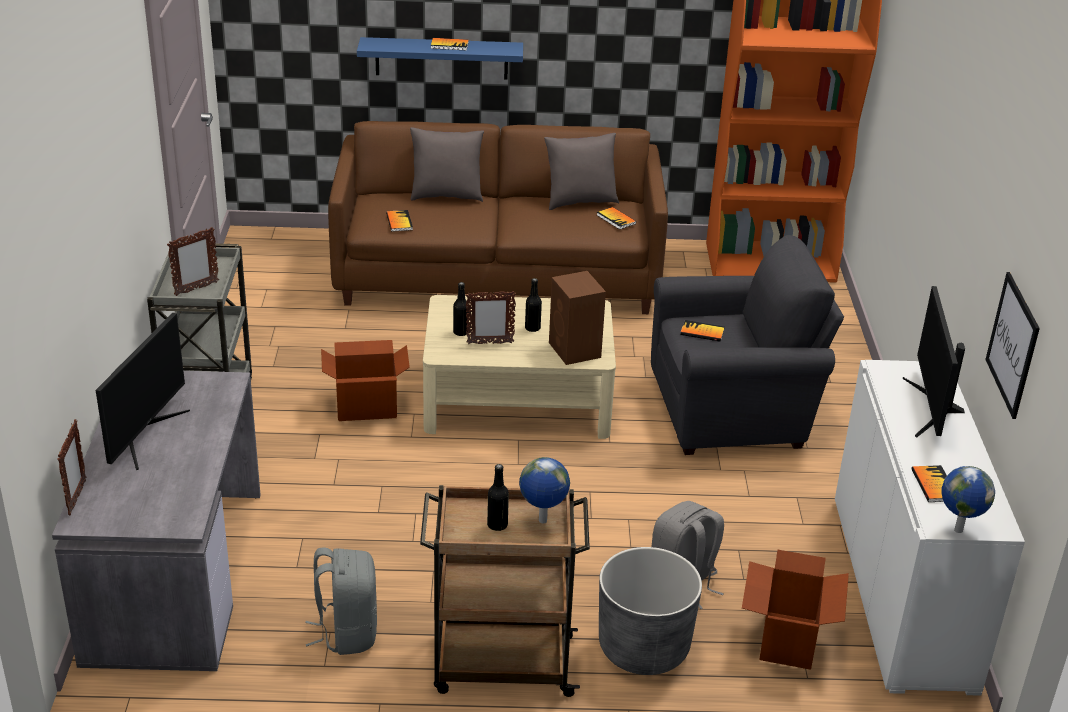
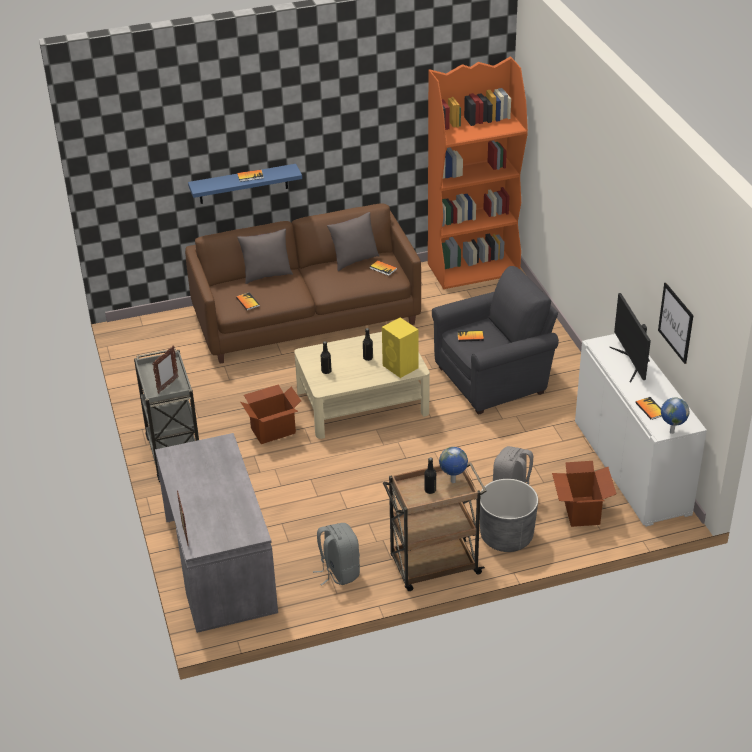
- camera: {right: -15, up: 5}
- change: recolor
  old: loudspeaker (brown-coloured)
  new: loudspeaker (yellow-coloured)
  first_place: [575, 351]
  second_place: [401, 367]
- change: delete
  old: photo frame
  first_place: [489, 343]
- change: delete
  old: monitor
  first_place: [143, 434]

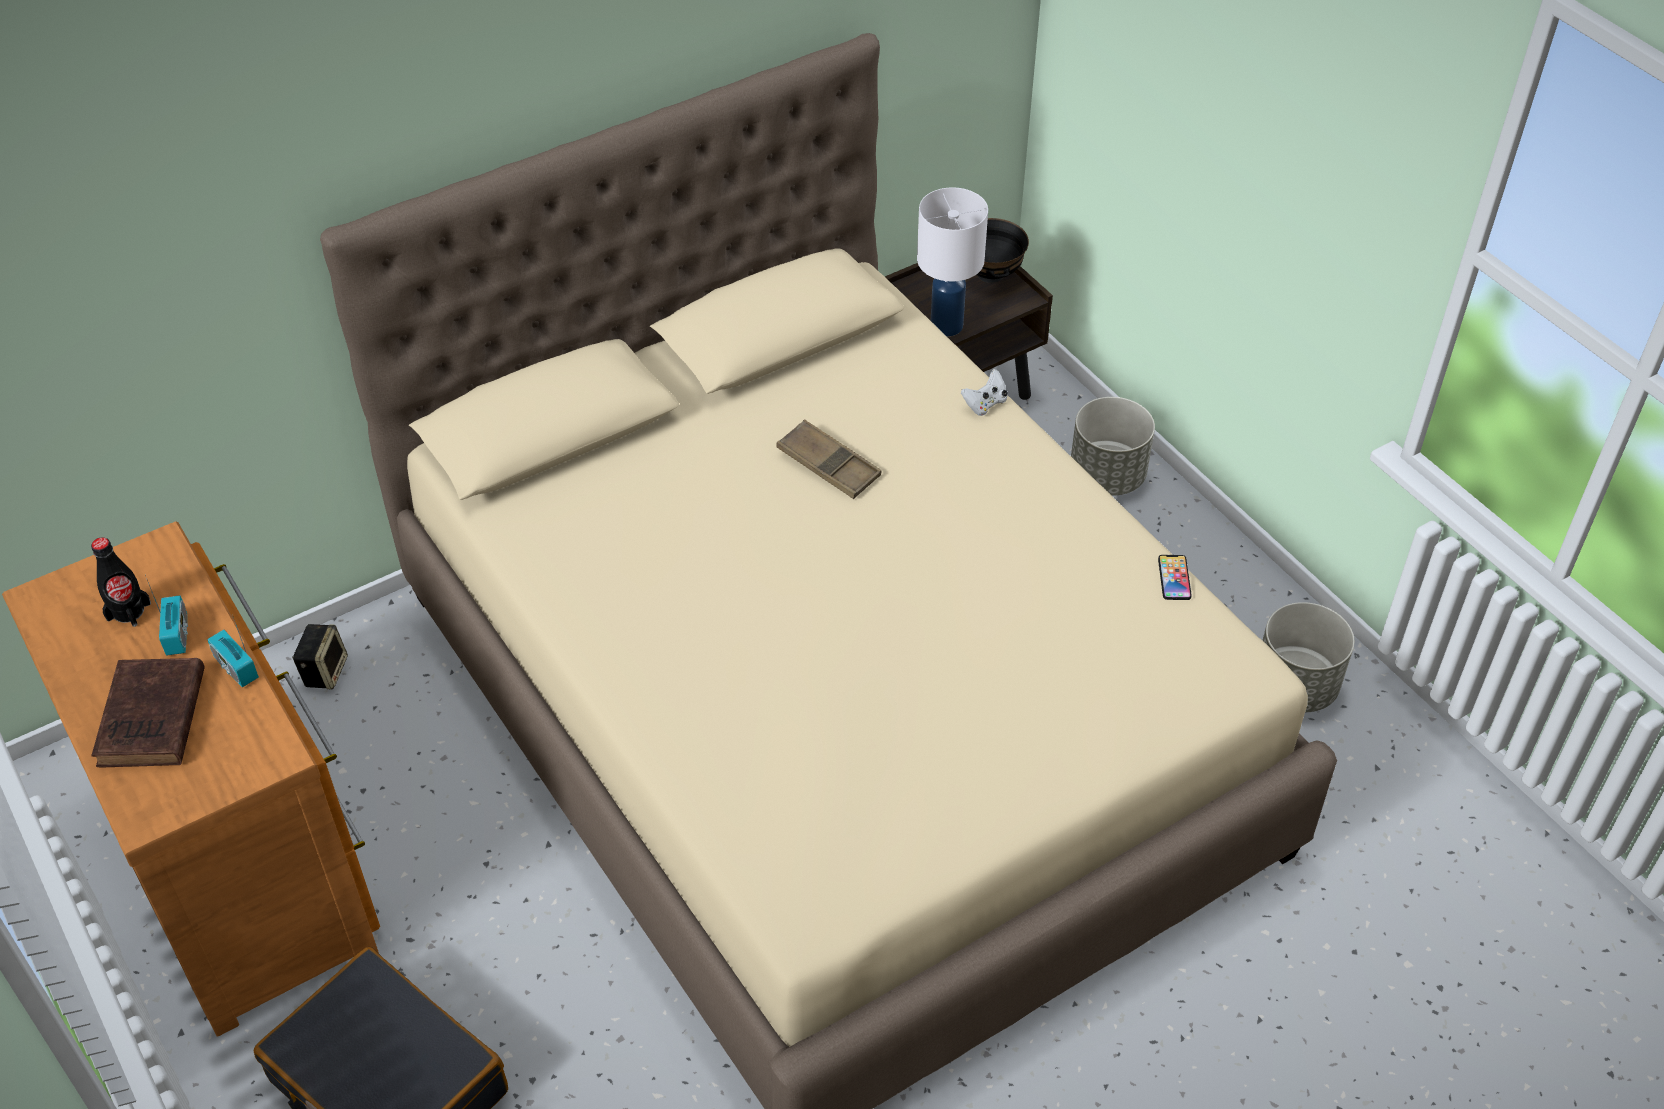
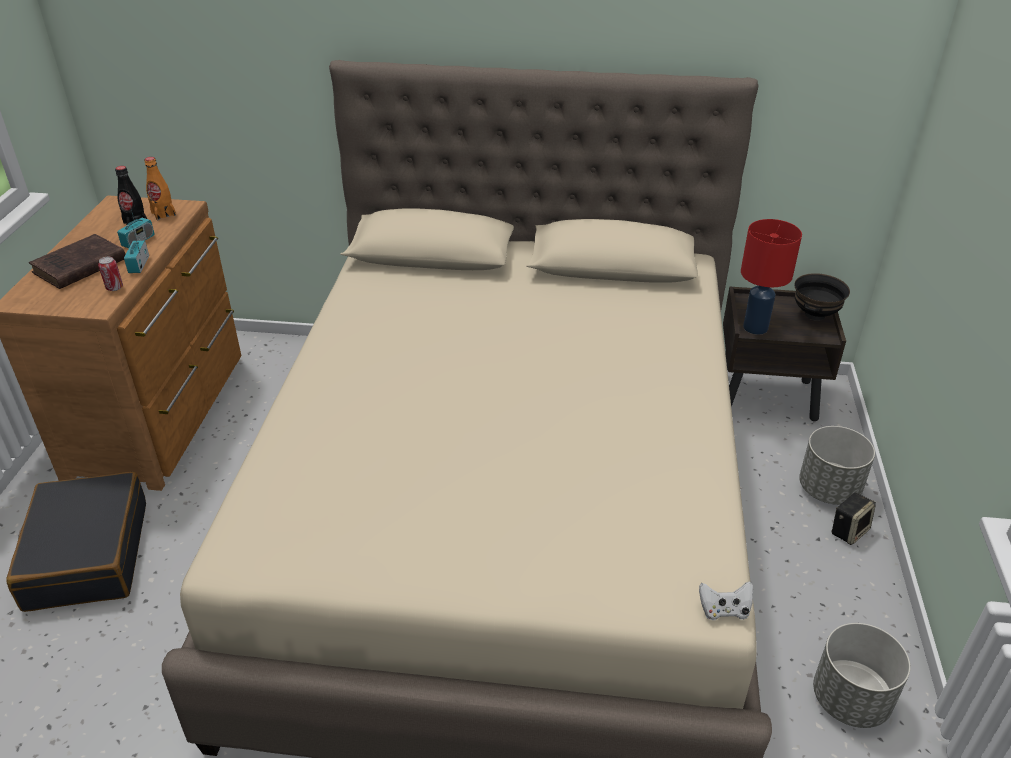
- camera: {right: 40, up: -10}
- change: recolor
  old: tabletop lamp (white)
  new: tabletop lamp (red)
  first_place: [945, 325]
  second_place: [755, 327]
- change: move
  old: gamepad (white)
  first_place: [985, 404]
  second_place: [724, 610]
- change: delete
  old: carrying tray (brown-coloured)
  first_place: [828, 465]
- change: delete
  old: handset
  first_place: [1174, 578]
- change: move
  old: loudspeaker
  first_place: [324, 671]
  second_place: [848, 530]
- change: insert
  new: beverage bottle (orangey)
  second_place: [163, 214]
- change: insert
  new: metal can
  second_place: [114, 288]

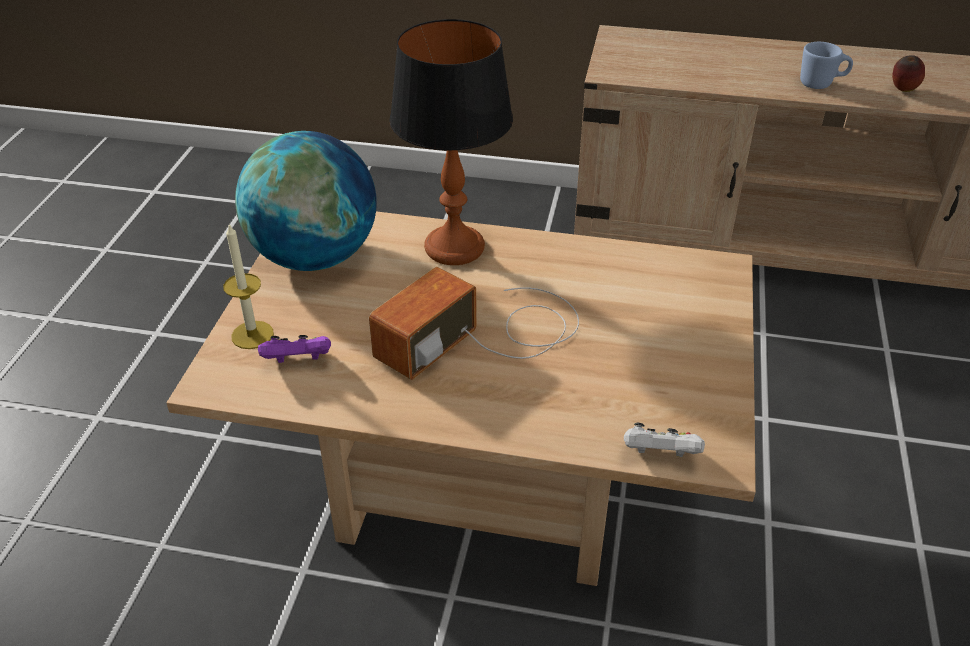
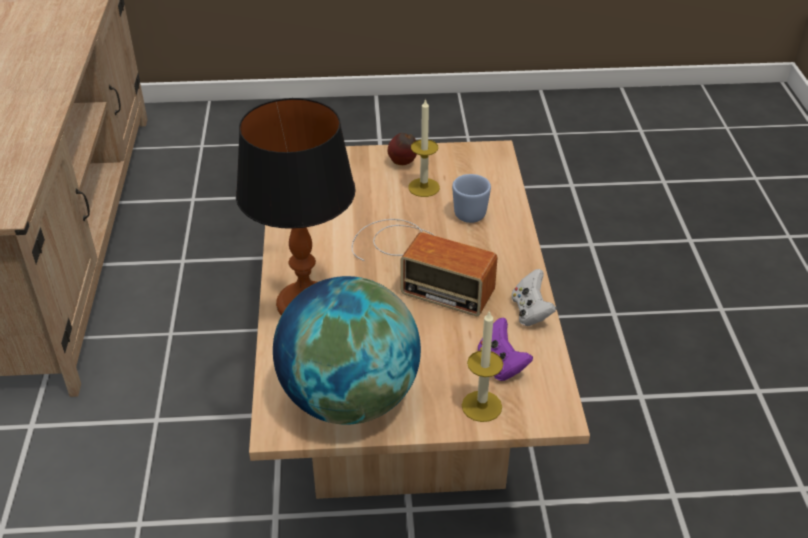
- camera: {right: -105, up: 0}
- change: move
  old: coffee mug (bluish)
  first_place: [821, 84]
  second_place: [468, 211]
- change: move
  old: apple fruit
  first_place: [902, 91]
  second_place: [403, 164]
- change: move
  old: gamepad (white)
  first_place: [660, 456]
  second_place: [530, 312]
- change: insert
  new: candle
  second_place: [424, 187]

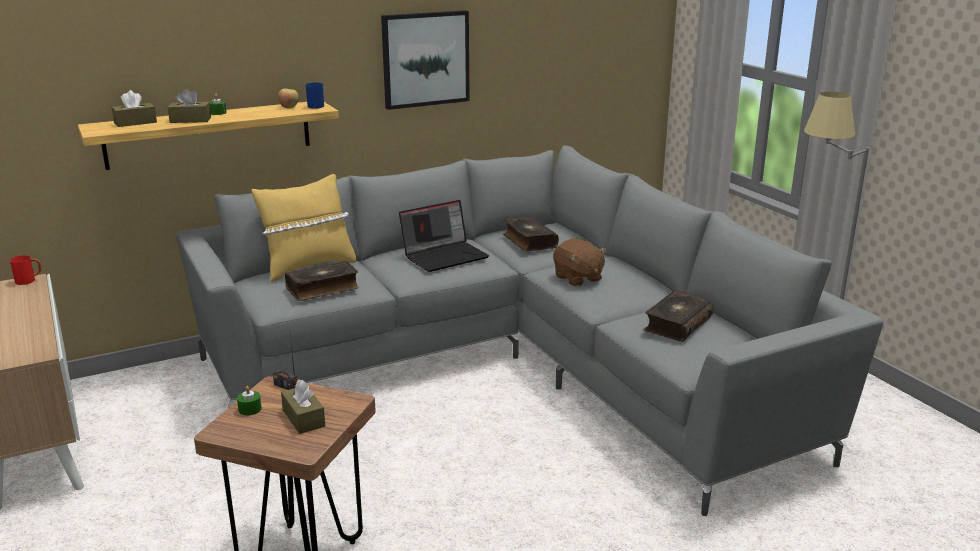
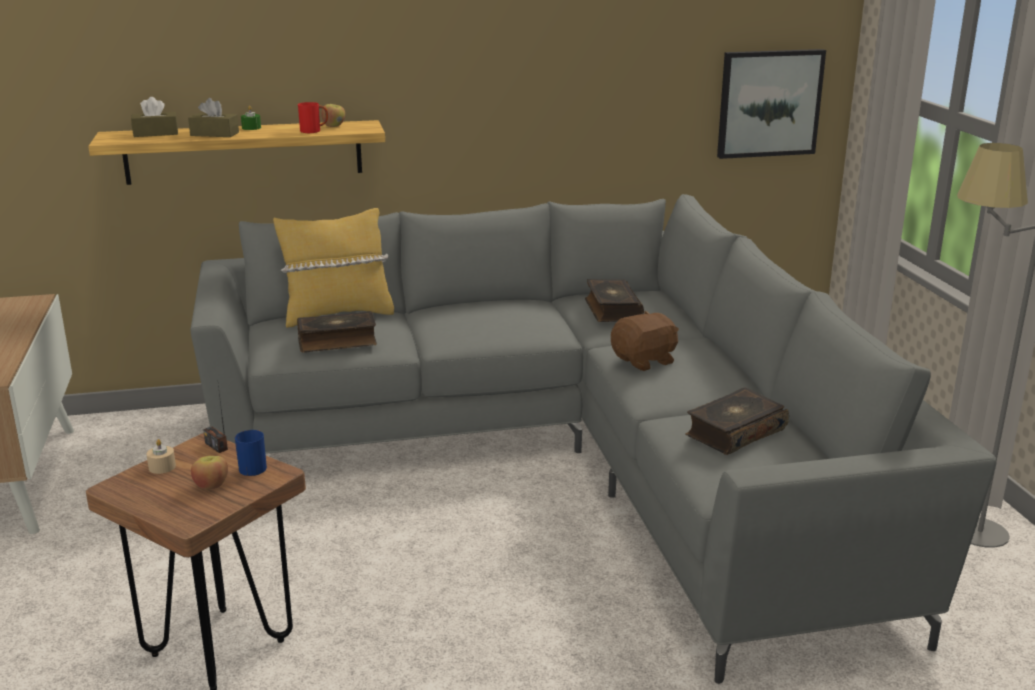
- camera: {right: 15, up: 0}
- change: move
  old: wall picture
  first_place: [425, 59]
  second_place: [769, 103]
- change: move
  old: coffee mug (bluish)
  first_place: [316, 106]
  second_place: [255, 467]
- change: delete
  old: laptop
  first_place: [445, 256]
- change: rotate
  old: plush toy (brown-coloured)
  first_place: [577, 278]
  second_place: [644, 361]
  degrees: -105
- change: move
  old: coffee mug (red)
  first_place: [29, 281]
  second_place: [314, 131]
- change: replace
  old: tissue box (brown-coloured)
  new: apple fruit
  first_place: [303, 418]
  second_place: [211, 485]
- change: recolor
  old: candle (green)
  new: candle (beige-coloured)
  first_place: [250, 409]
  second_place: [162, 467]

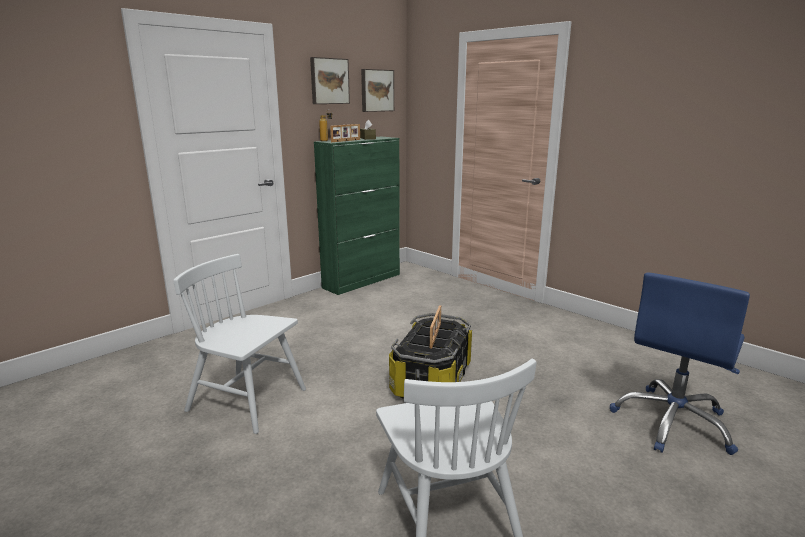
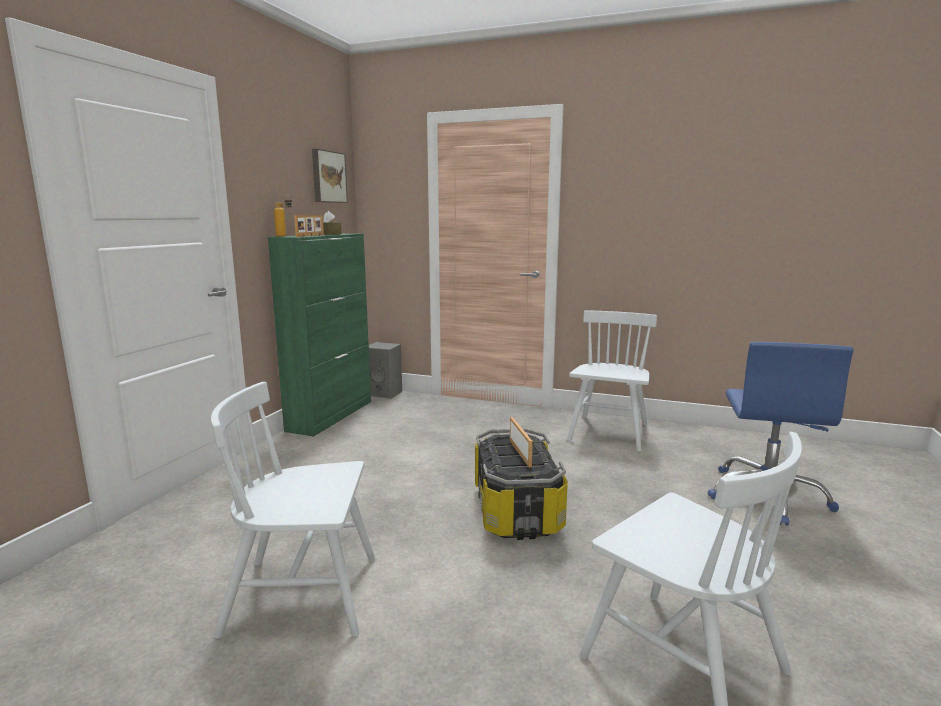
- camera: {right: -25, up: -5}
- change: delete
  old: wall picture
  first_place: [329, 81]
- change: insert
  new: upright chair (white)
  second_place: [609, 433]
- change: insert
  new: loudspeaker (greyish)
  second_place: [385, 393]

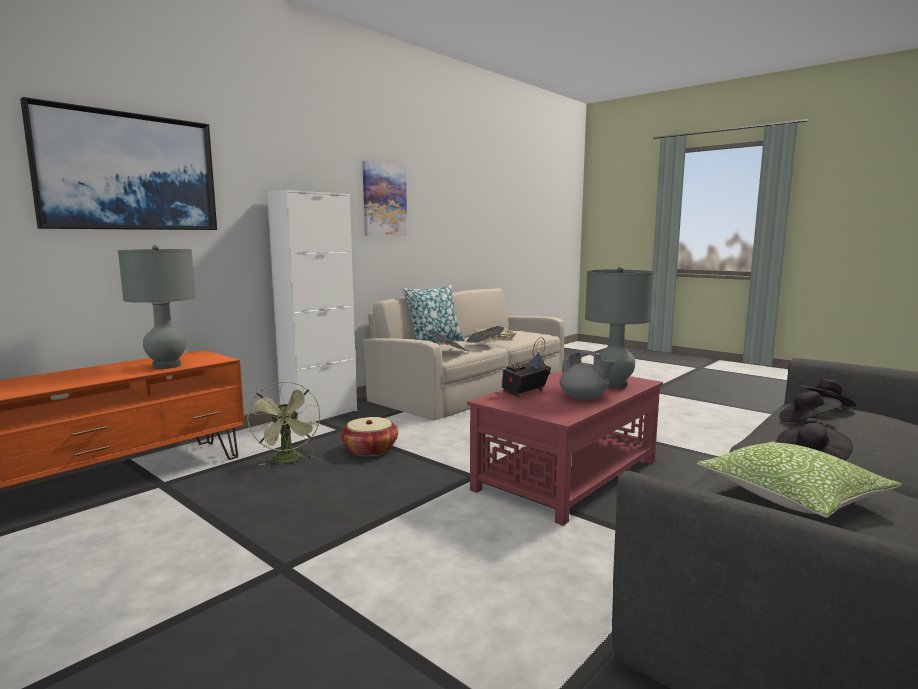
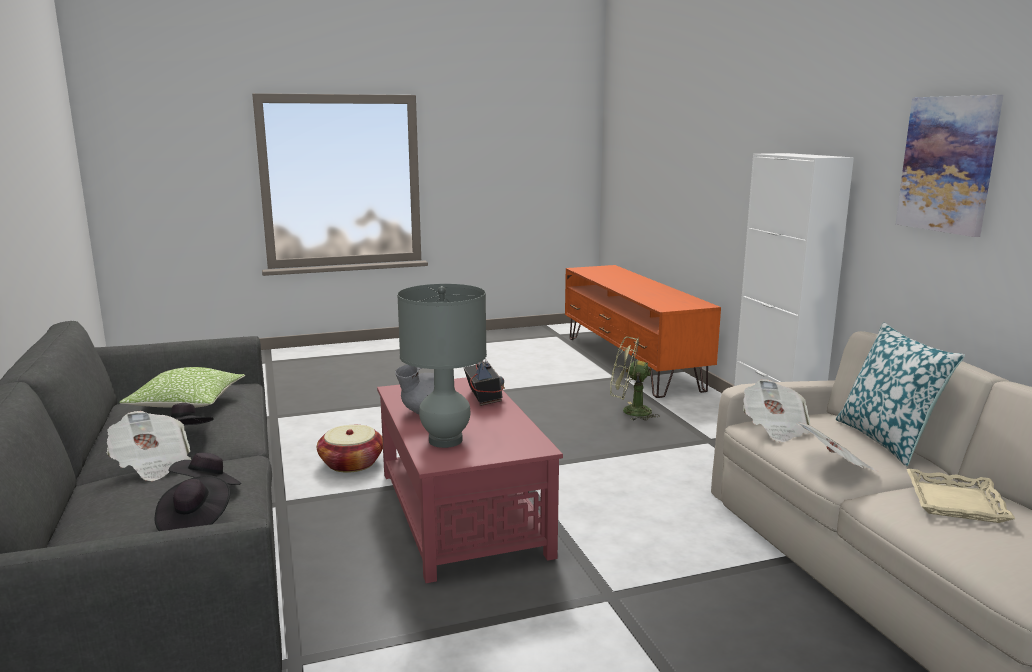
- camera: {right: 120, up: 5}
- change: delete
  old: wall picture
  first_place: [128, 172]
- change: delete
  old: tabletop lamp (greyish)
  first_place: [167, 366]
- change: move
  old: household basket
  first_place: [370, 450]
  second_place: [351, 463]
- change: insert
  new: newspaper
  second_place: [152, 465]

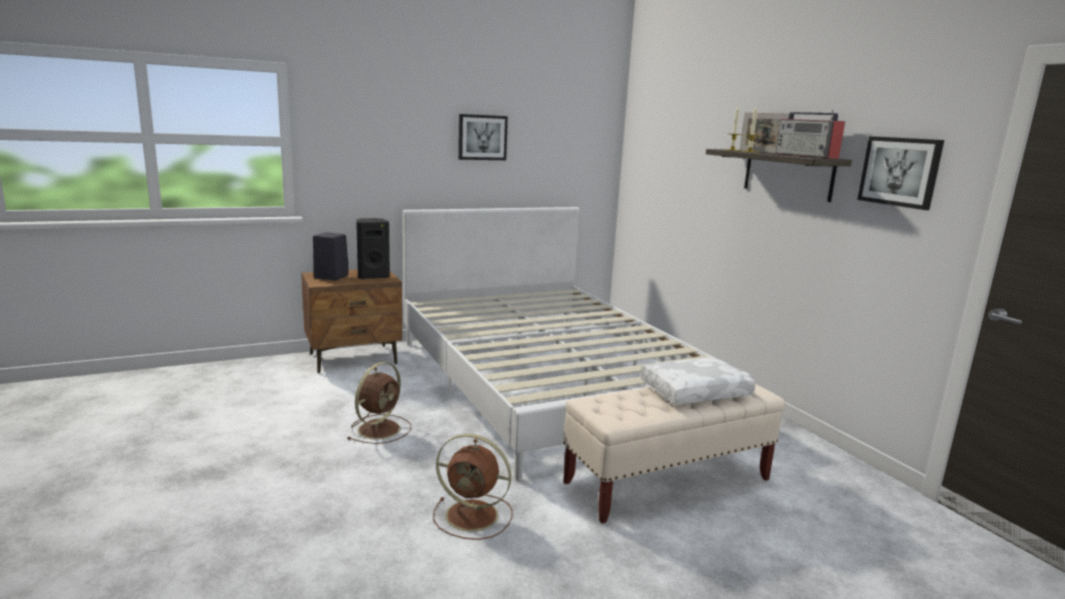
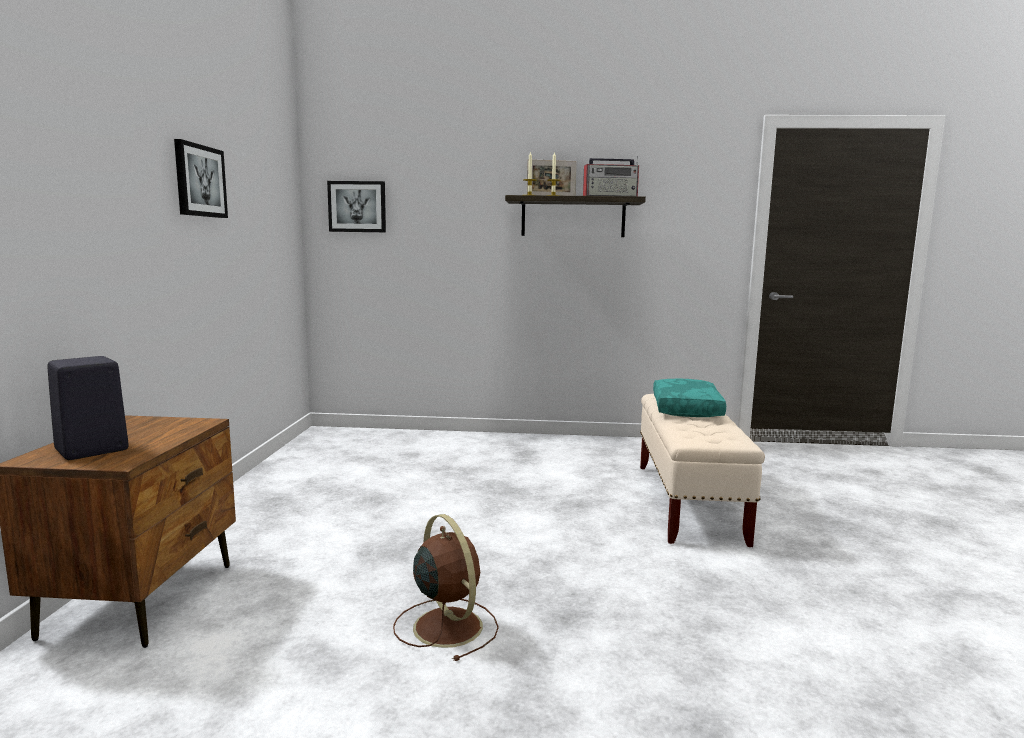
- camera: {right: -60, up: -5}
- change: move
  old: wall picture
  first_place: [900, 171]
  second_place: [357, 206]
- change: delete
  old: bedroom bed (white)
  first_place: [549, 382]
- change: delete
  old: loudspeaker (black)
  first_place: [372, 276]
- change: recolor
  old: cushion (white)
  new: cushion (blue-green)
  first_place: [694, 391]
  second_place: [684, 408]
- change: delete
  old: electric fan (brown-coloured)
  first_place: [474, 516]

